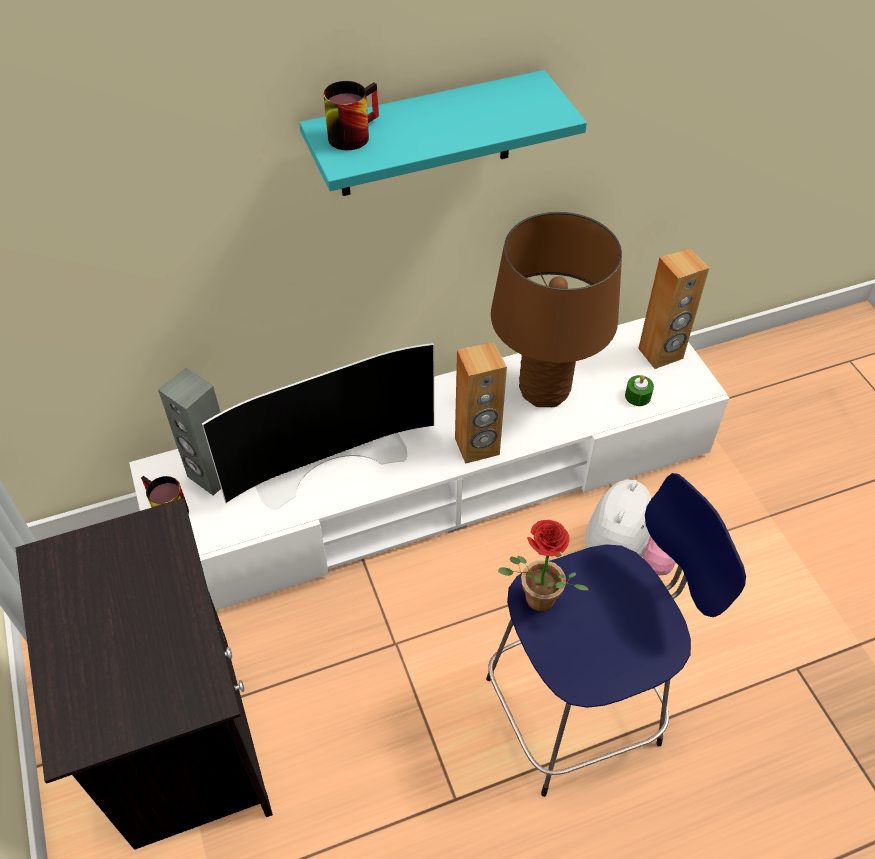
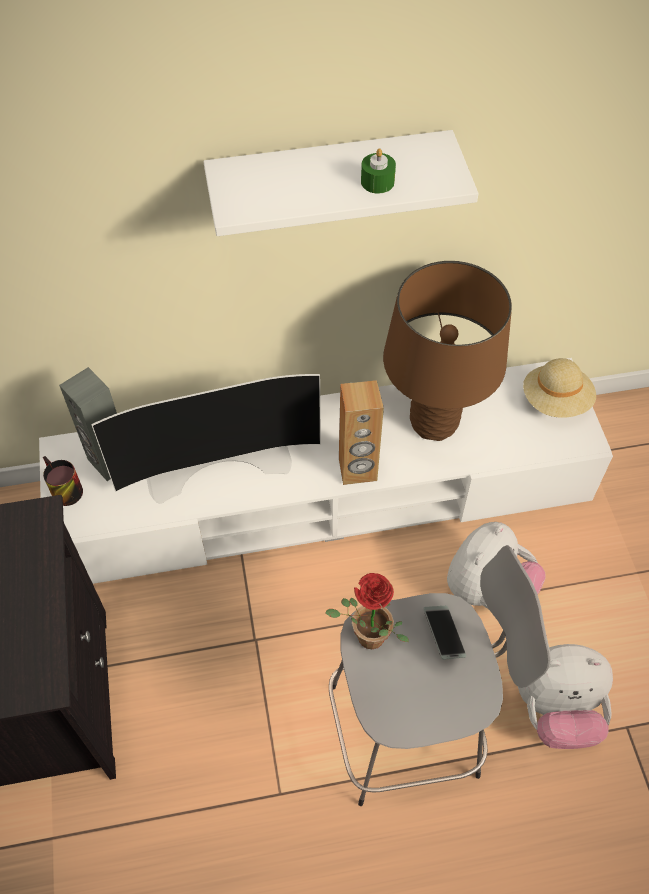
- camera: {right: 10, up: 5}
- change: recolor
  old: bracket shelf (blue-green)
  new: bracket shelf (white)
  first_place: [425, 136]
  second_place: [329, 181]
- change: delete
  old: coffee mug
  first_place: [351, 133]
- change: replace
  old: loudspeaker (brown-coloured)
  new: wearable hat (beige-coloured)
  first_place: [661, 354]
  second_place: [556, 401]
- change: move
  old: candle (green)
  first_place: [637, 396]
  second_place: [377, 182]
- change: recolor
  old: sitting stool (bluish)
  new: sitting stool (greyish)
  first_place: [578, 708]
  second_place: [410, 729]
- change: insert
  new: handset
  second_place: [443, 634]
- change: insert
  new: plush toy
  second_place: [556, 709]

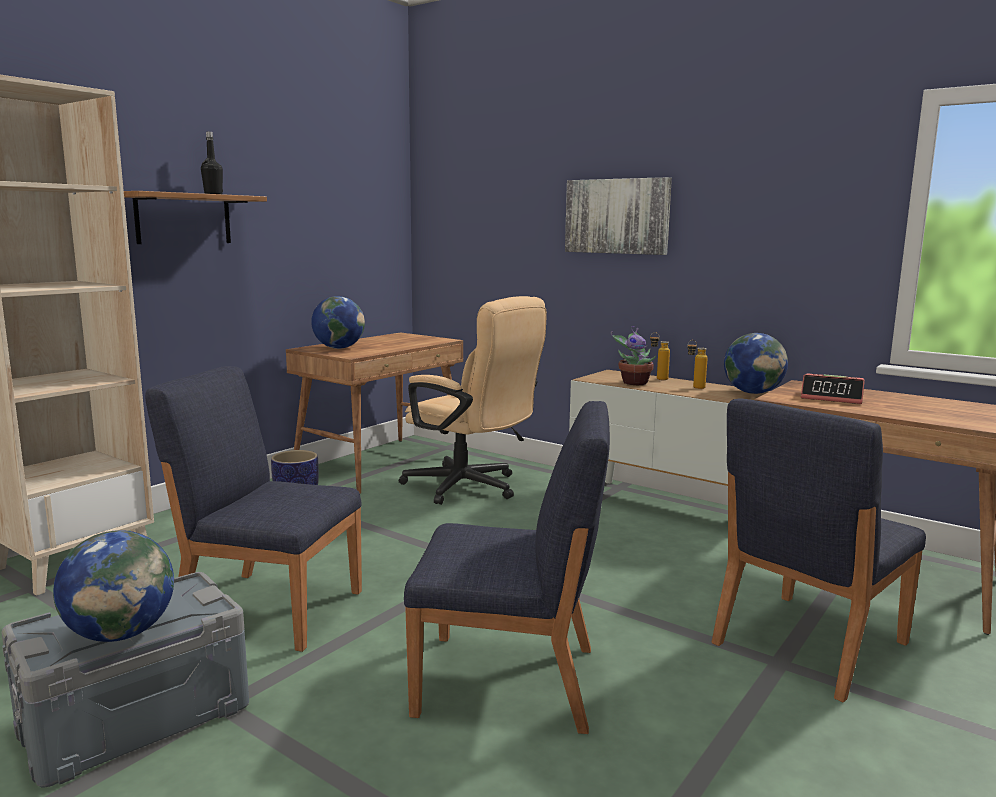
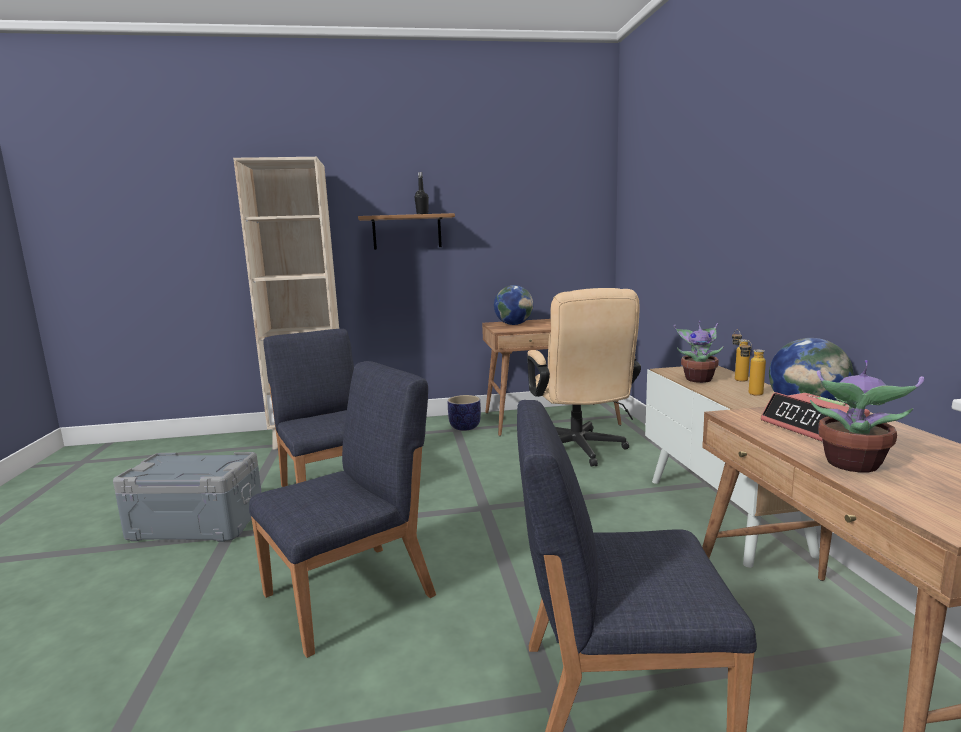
- camera: {right: 45, up: 0}
- change: delete
  old: wall picture
  first_place: [617, 216]
- change: rotate
  old: upright chair (bluish)
  first_place: [510, 681]
  second_place: [351, 594]
  degrees: -90
- change: delete
  old: desk globe
  first_place: [121, 634]
- change: insert
  new: houseplant
  second_place: [852, 465]

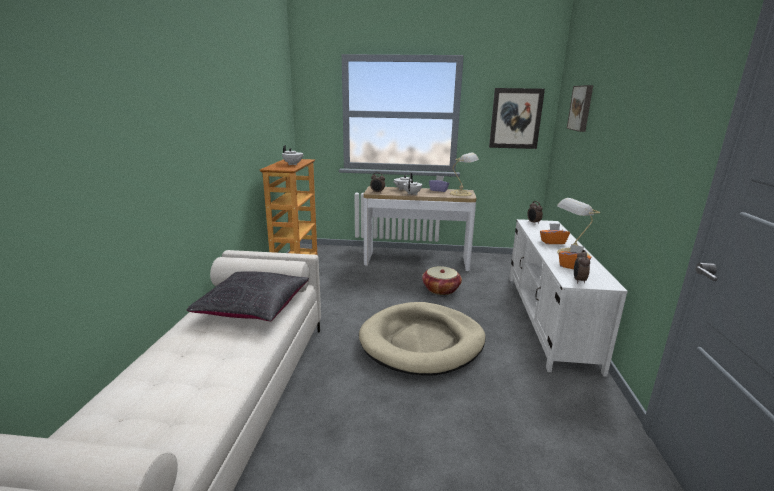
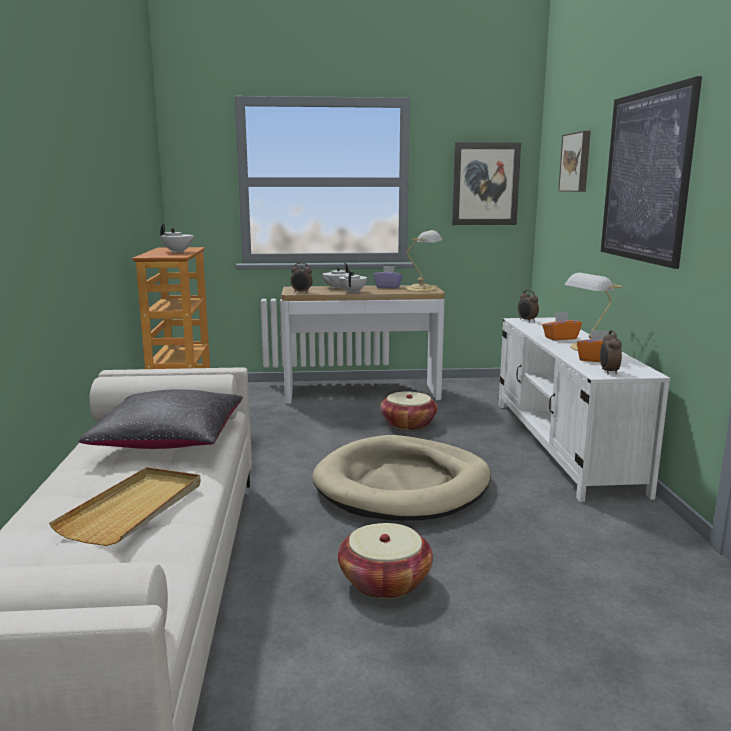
- camera: {right: -10, up: -5}
- change: insert
  new: wall picture
  second_place: [646, 176]
- change: insert
  new: carrying tray (beige-coloured)
  second_place: [134, 508]
- change: insert
  new: household basket
  second_place: [385, 581]

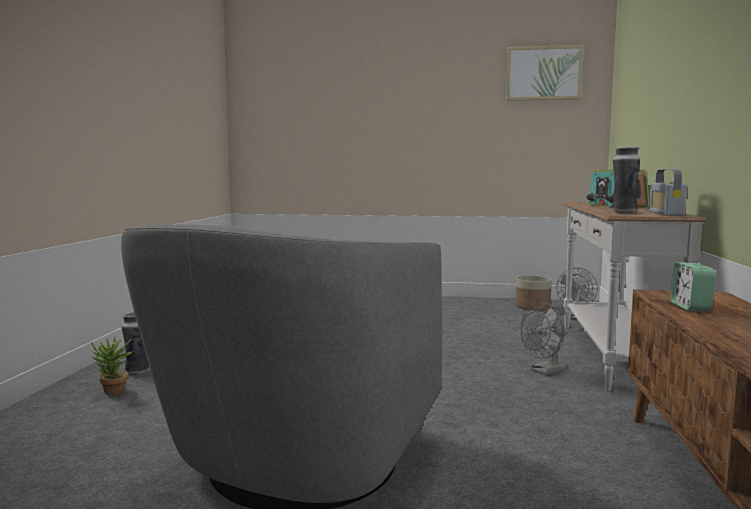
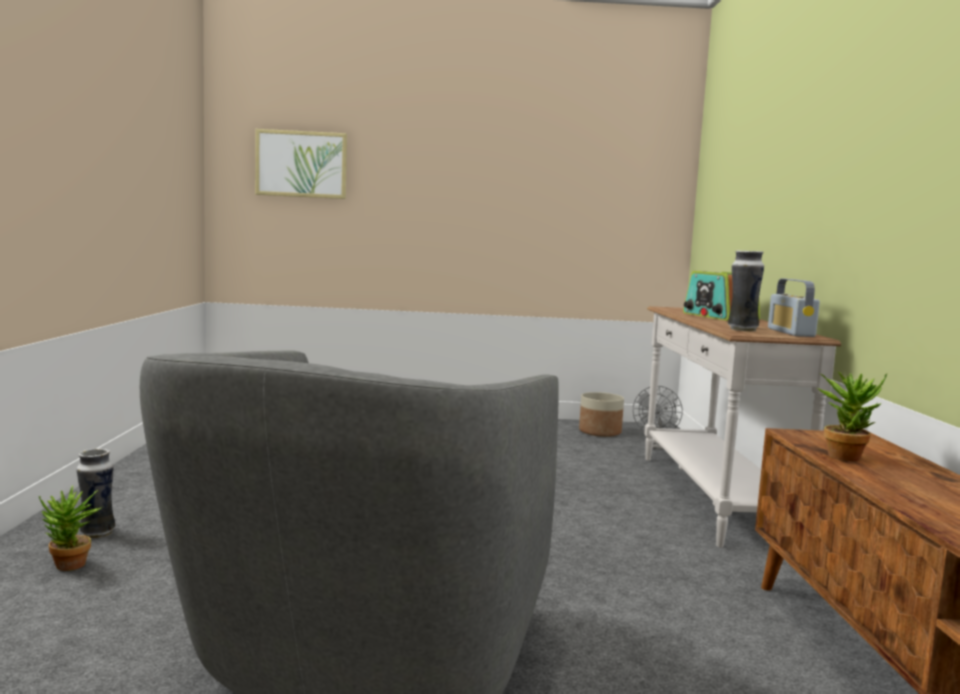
- camera: {right: -10, up: 0}
- change: move
  old: wall picture
  first_place: [543, 73]
  second_place: [301, 164]
- change: replace
  old: bedside clock
  new: houseplant
  first_place: [690, 307]
  second_place: [845, 455]
- change: delete
  old: electric fan (greyish)
  first_place: [545, 371]

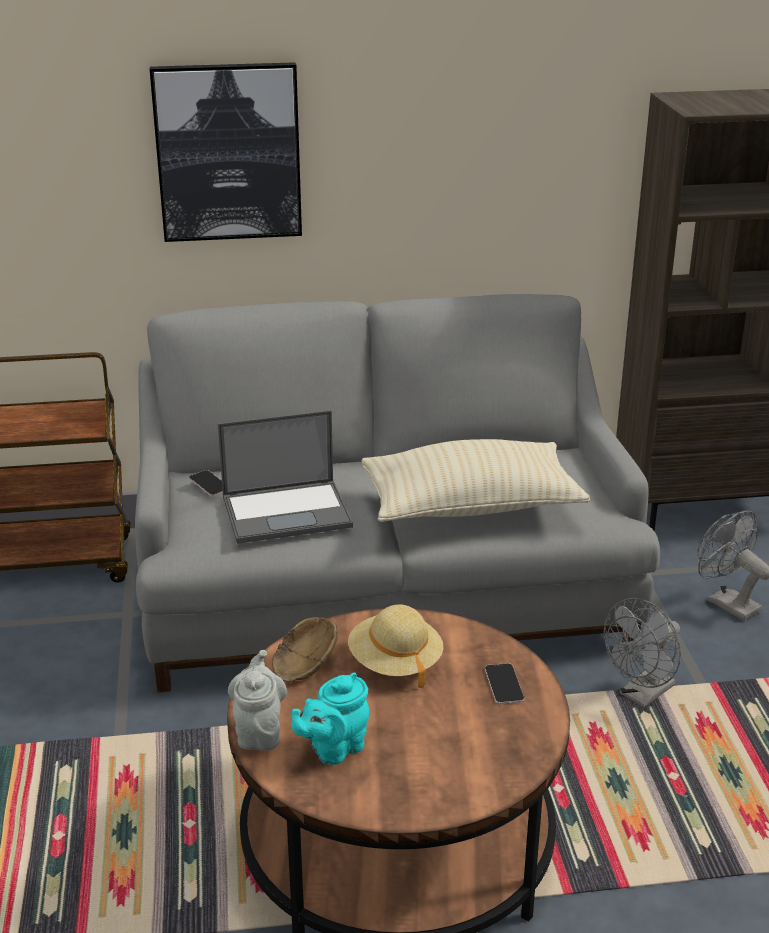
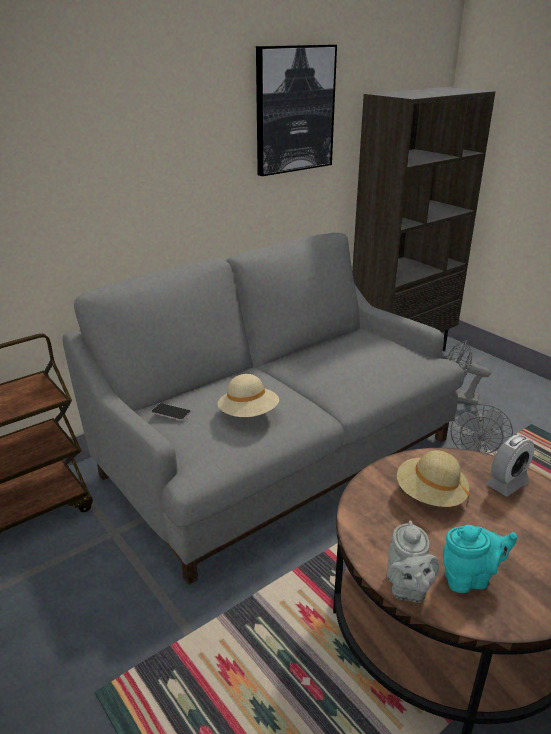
- camera: {right: -30, up: 0}
- change: move
  old: wall picture
  first_place: [228, 152]
  second_place: [294, 110]
- change: replace
  old: laptop
  new: wearable hat (beige-coloured)
  first_place: [288, 511]
  second_place: [248, 414]
- change: delete
  old: cushion (beige-coloured)
  first_place: [471, 506]
- change: delete
  old: deep dish (brown-coloured)
  first_place: [303, 666]
- change: rotate
  old: tea pot (greyish)
  first_place: [259, 731]
  second_place: [407, 588]
  degrees: -150
- change: replace
  old: handset
  new: bedside clock
  first_place: [504, 684]
  second_place: [507, 483]
- change: rotate
  old: tea pot (blue-green)
  first_place: [334, 749]
  second_place: [470, 578]
  degrees: -120

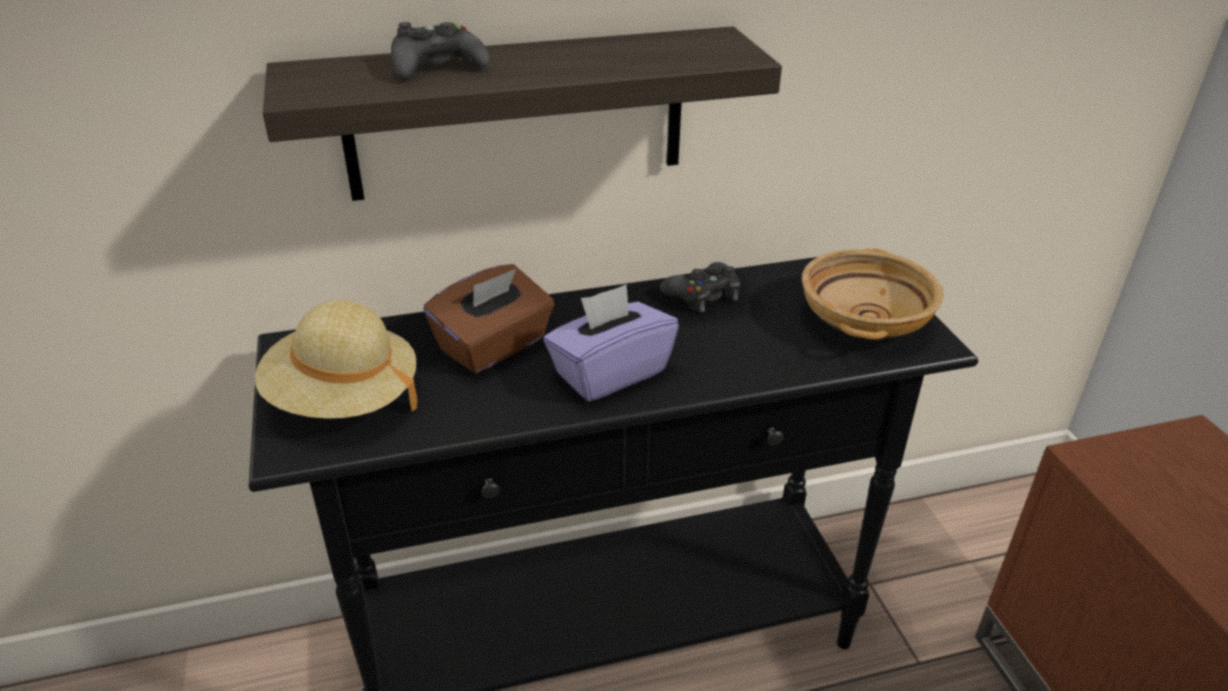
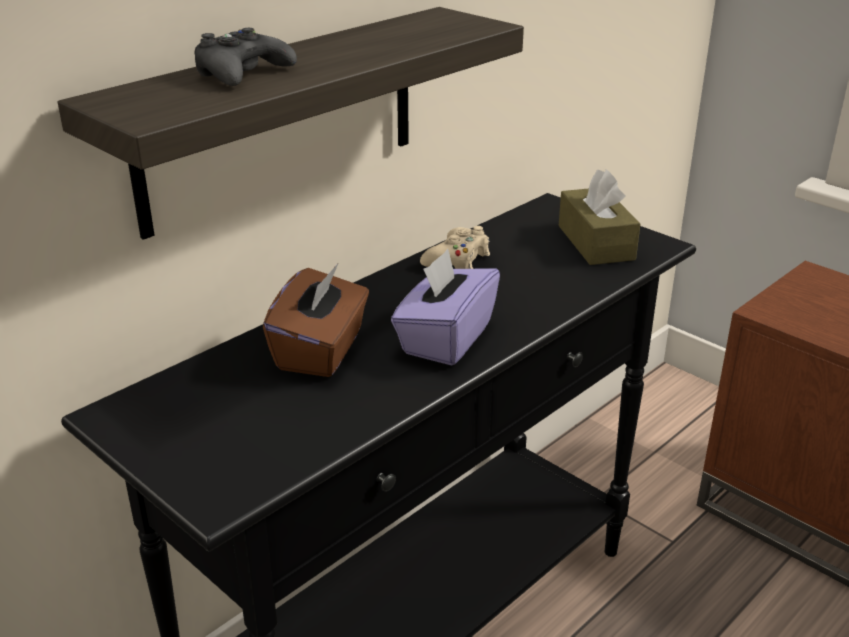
- camera: {right: -30, up: -5}
- change: replace
  old: deep dish (beige-coloured)
  new: tissue box (brown-coloured)
  first_place: [863, 320]
  second_place: [595, 242]
- change: recolor
  old: gamepad (black)
  new: gamepad (beige-coloured)
  first_place: [703, 295]
  second_place: [457, 259]
- change: delete
  old: wearable hat (beige-coloured)
  first_place: [343, 399]

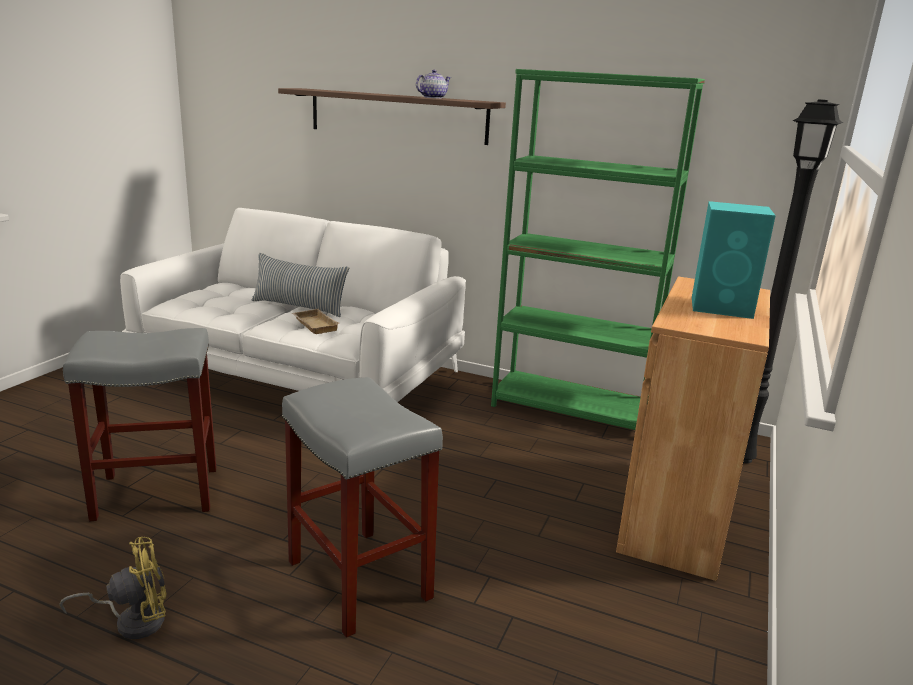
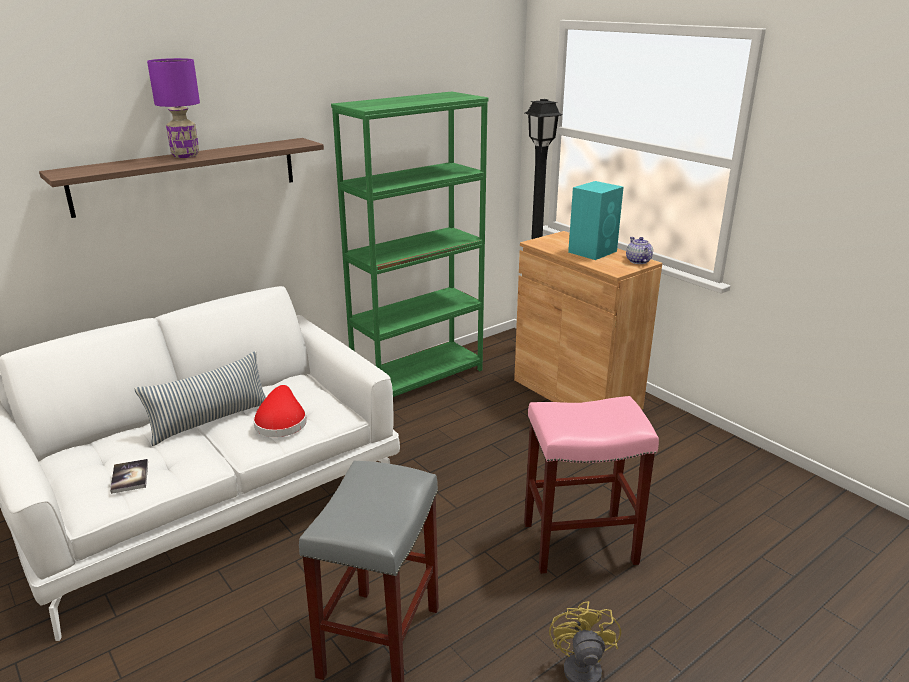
- camera: {right: -60, up: 5}
- change: move
  old: tea pot
  first_place: [432, 98]
  second_place: [638, 261]
- change: replace
  old: carrying tray (beige-coloured)
  new: wearable hat (red)
  first_place: [313, 325]
  second_place: [281, 422]
- change: recolor
  old: sitting stool (greyish)
  new: sitting stool (pink)
  first_place: [361, 580]
  second_place: [580, 542]
- change: insert
  new: tabletop lamp (purplish)
  second_place: [186, 156]
- change: insert
  new: bound book
  second_place: [130, 477]

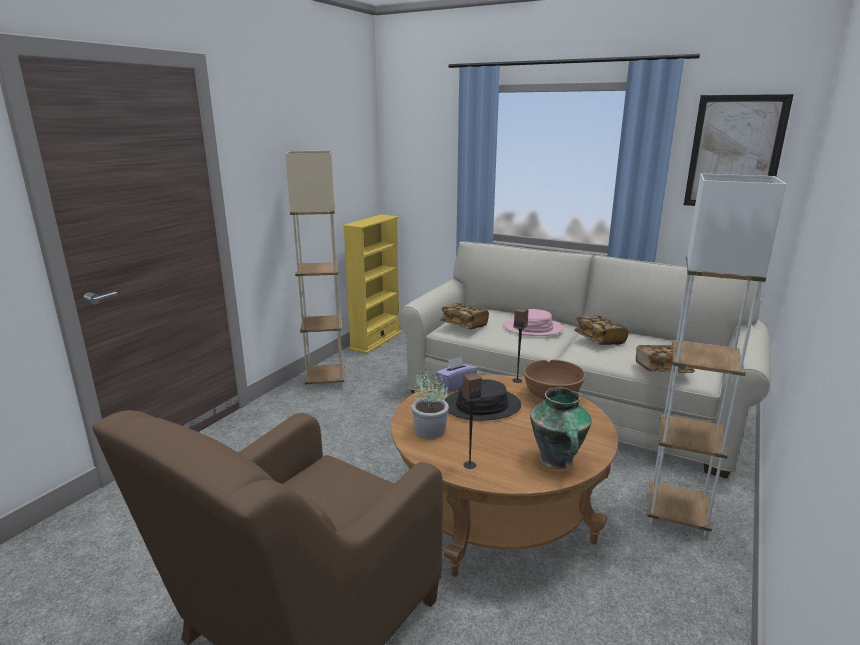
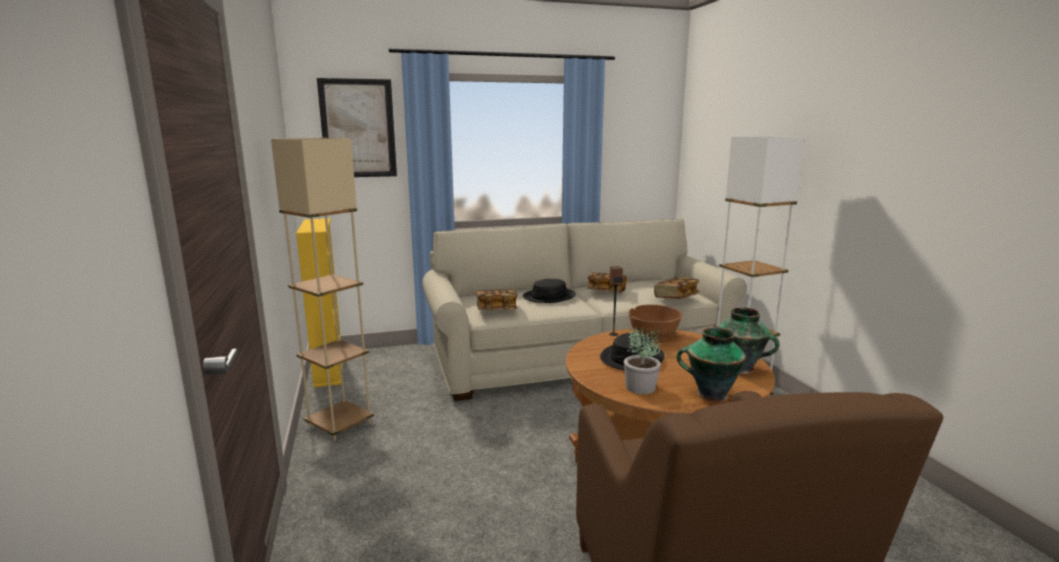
- camera: {right: -45, up: -5}
- change: move
  old: wall picture
  first_place: [735, 153]
  second_place: [358, 128]
- change: recolor
  old: wearable hat (pink)
  new: wearable hat (black)
  first_place: [532, 328]
  second_place: [549, 297]
- change: delete
  old: tissue box (purplish)
  first_place: [456, 385]
- change: replace
  old: loudspeaker
  new: flower vase
  first_place: [469, 465]
  second_place: [710, 394]

